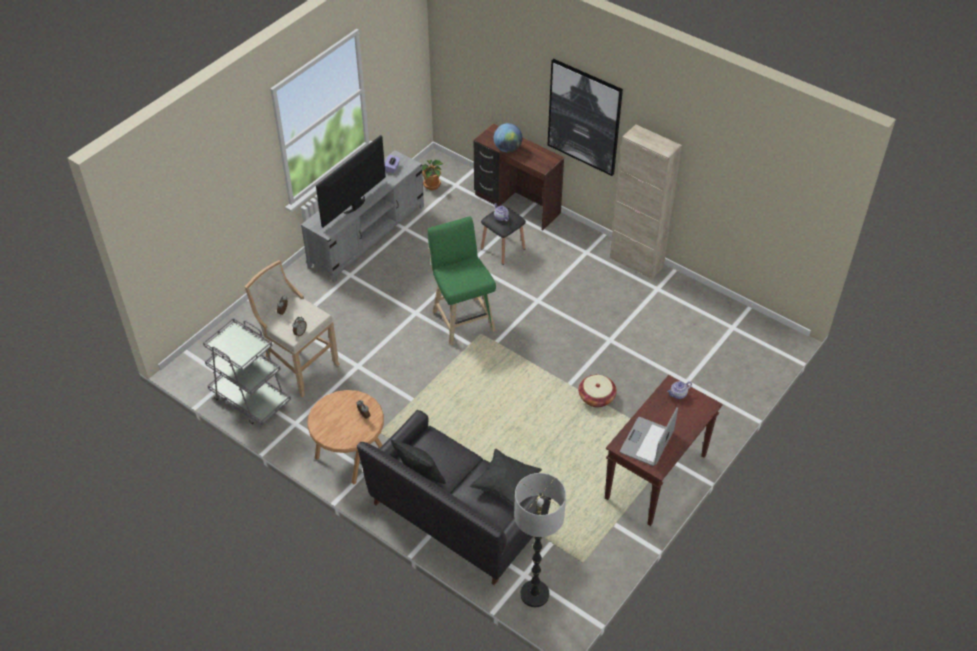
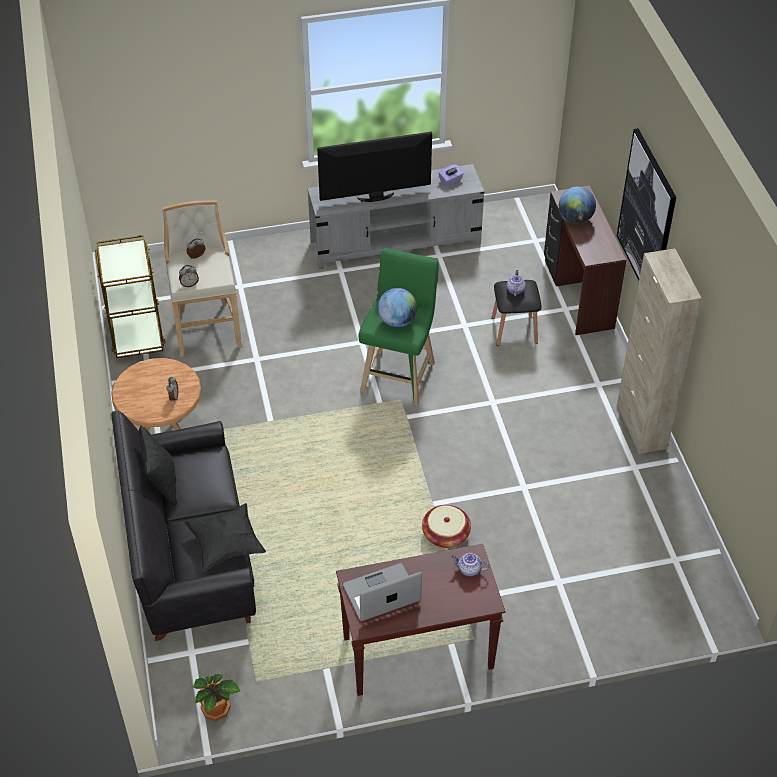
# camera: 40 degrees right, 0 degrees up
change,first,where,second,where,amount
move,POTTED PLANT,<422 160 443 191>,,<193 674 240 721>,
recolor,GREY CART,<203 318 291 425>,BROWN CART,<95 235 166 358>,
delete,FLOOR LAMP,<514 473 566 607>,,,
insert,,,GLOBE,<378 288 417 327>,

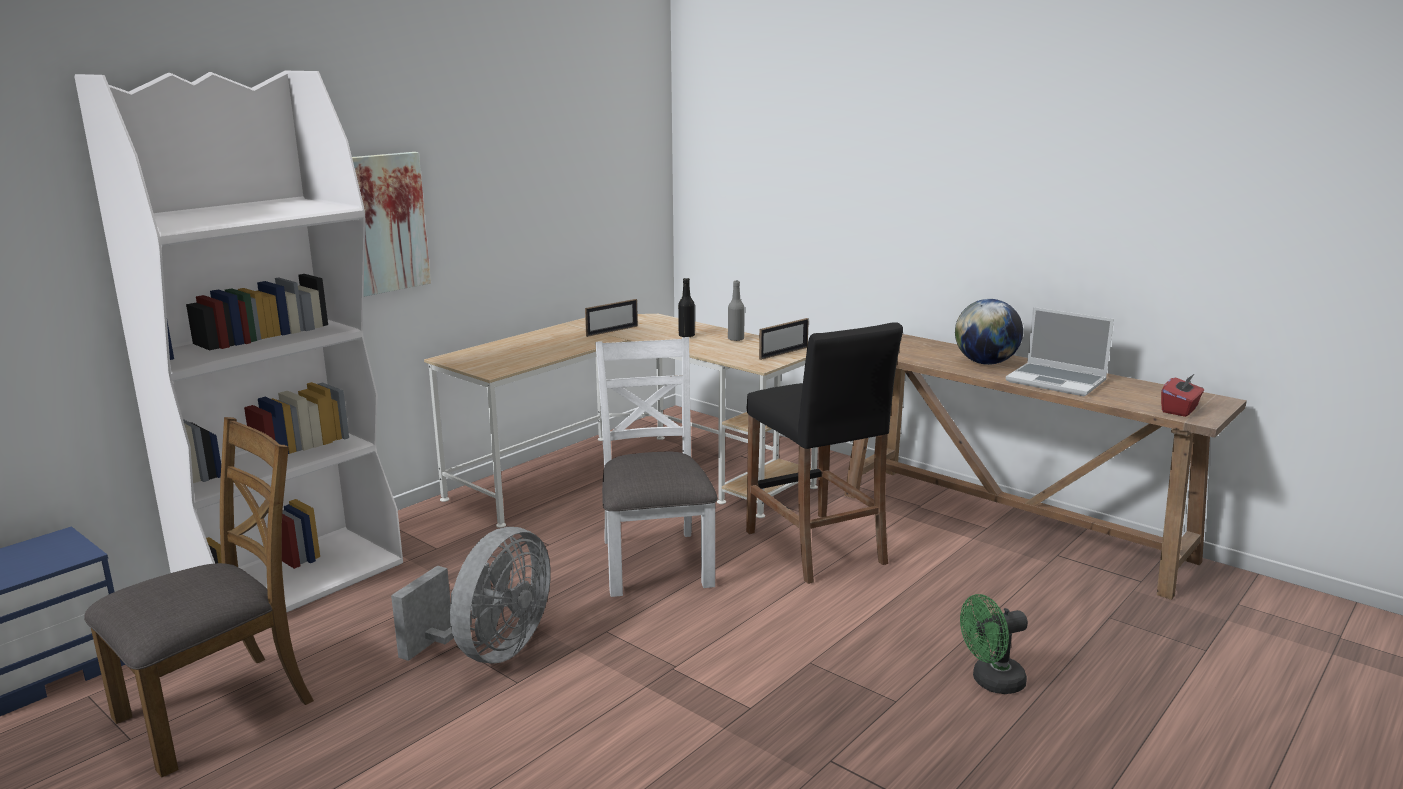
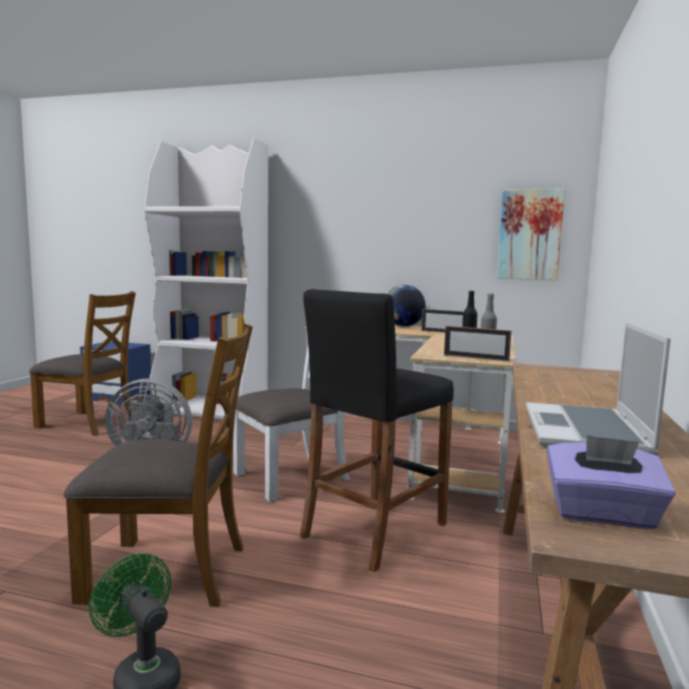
# camera: 65 degrees right, 10 degrees down
change,first,where,second,where,amount
move,PICTURE,<352 152 431 297>,,<497 189 565 280>,
move,GLOBE,<955 299 1023 365>,,<388 285 426 327>,
recolor,RED TISSUE BOX,<1161 374 1204 417>,PURPLE TISSUE BOX,<547 435 675 529>,
insert,,,BROWN CHAIR,<63 324 253 607>,

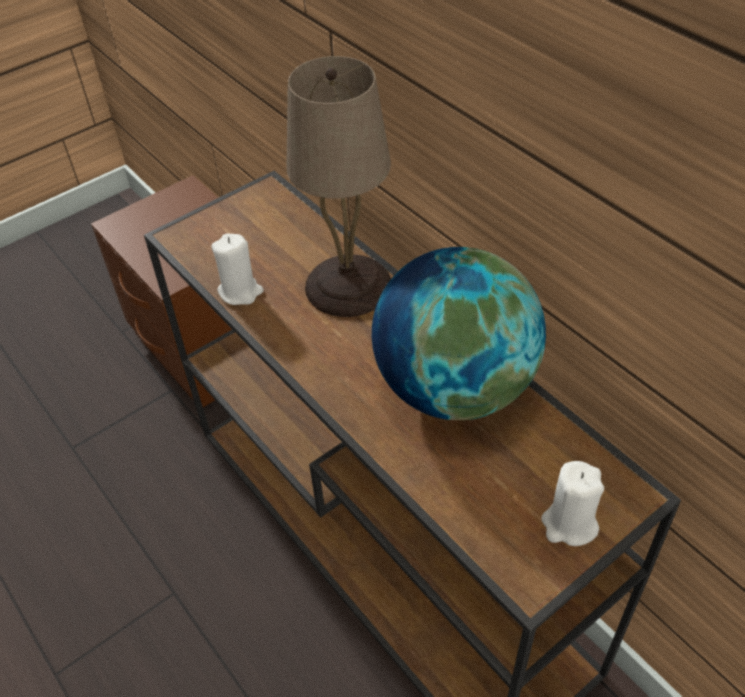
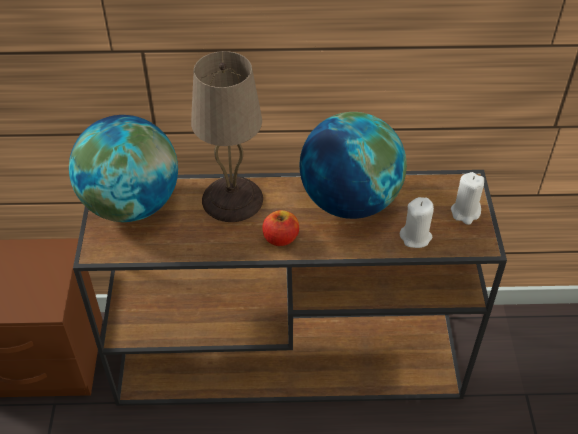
# camera: 55 degrees left, 0 degrees up
change,first,where,second,where,amount
move,WHITE CANDLE,<211 234 264 305>,,<400 197 434 248>,
insert,,,GLOBE,<69 115 178 222>,
insert,,,APPLE,<262 210 299 246>,

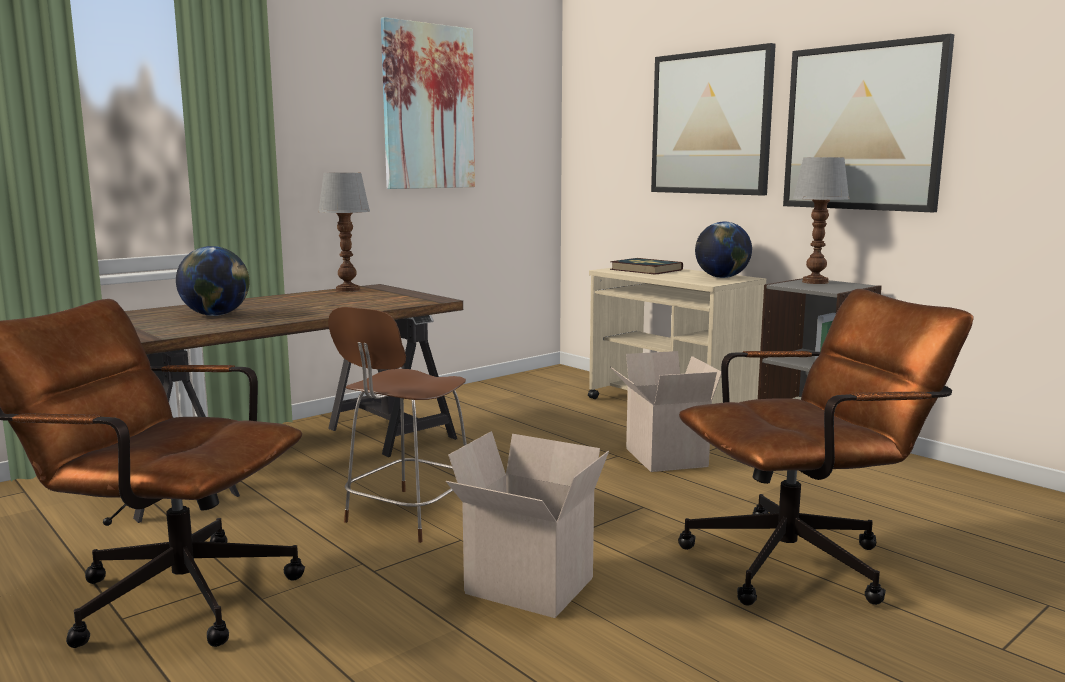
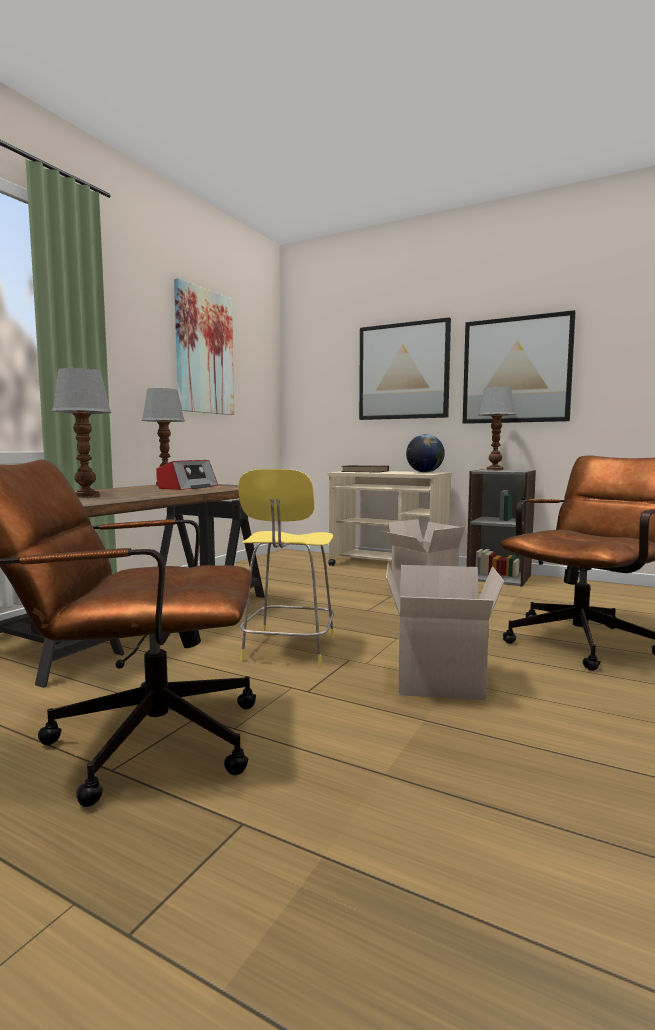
# camera: 20 degrees left, 5 degrees down
change,first,where,second,where,amount
replace,GLOBE,<176 246 249 316>,TABLE LAMP,<52 368 111 498>,
recolor,BROWN STOOL,<328 307 467 543>,YELLOW STOOL,<238 469 334 666>,
insert,,,RADIO,<157 460 218 490>,

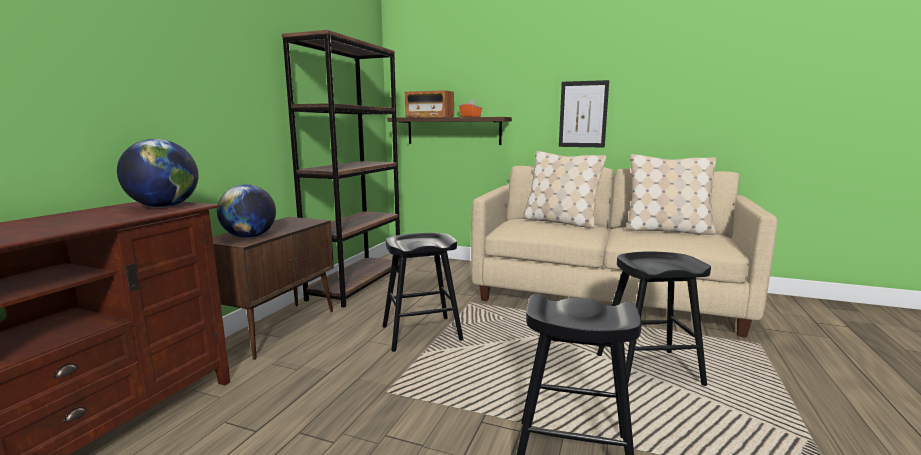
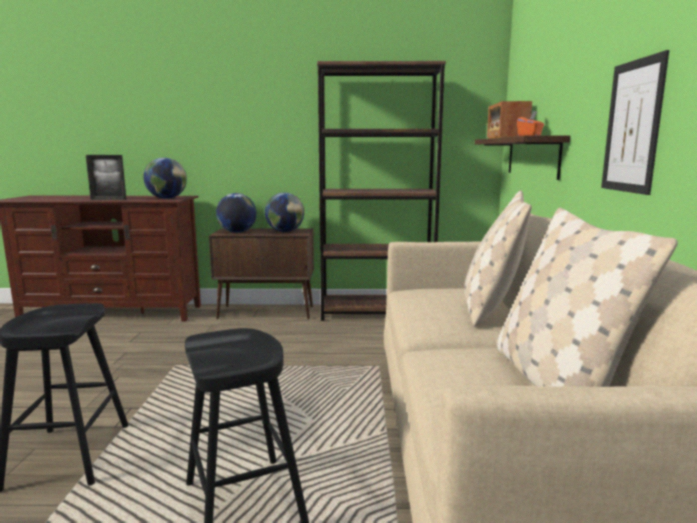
# camera: 70 degrees right, 0 degrees up
change,first,where,second,where,amount
delete,BLACK STOOL,<383 233 464 352>,,,
insert,,,PICTURE FRAME,<86 155 127 200>,
insert,,,GLOBE,<265 193 304 232>,

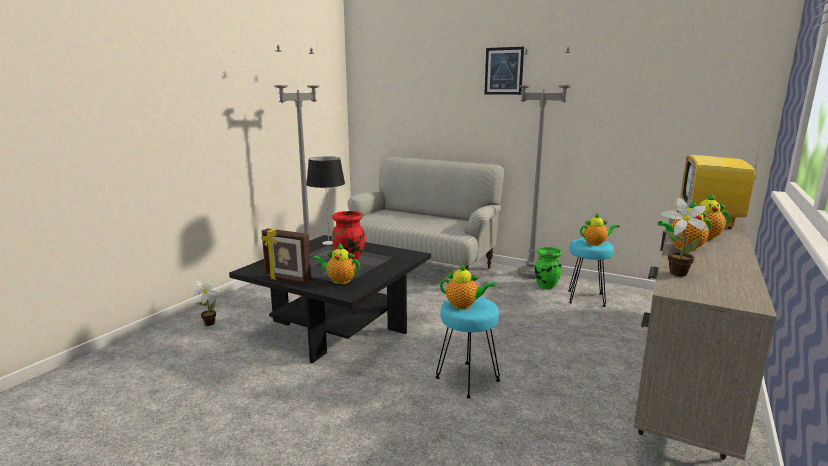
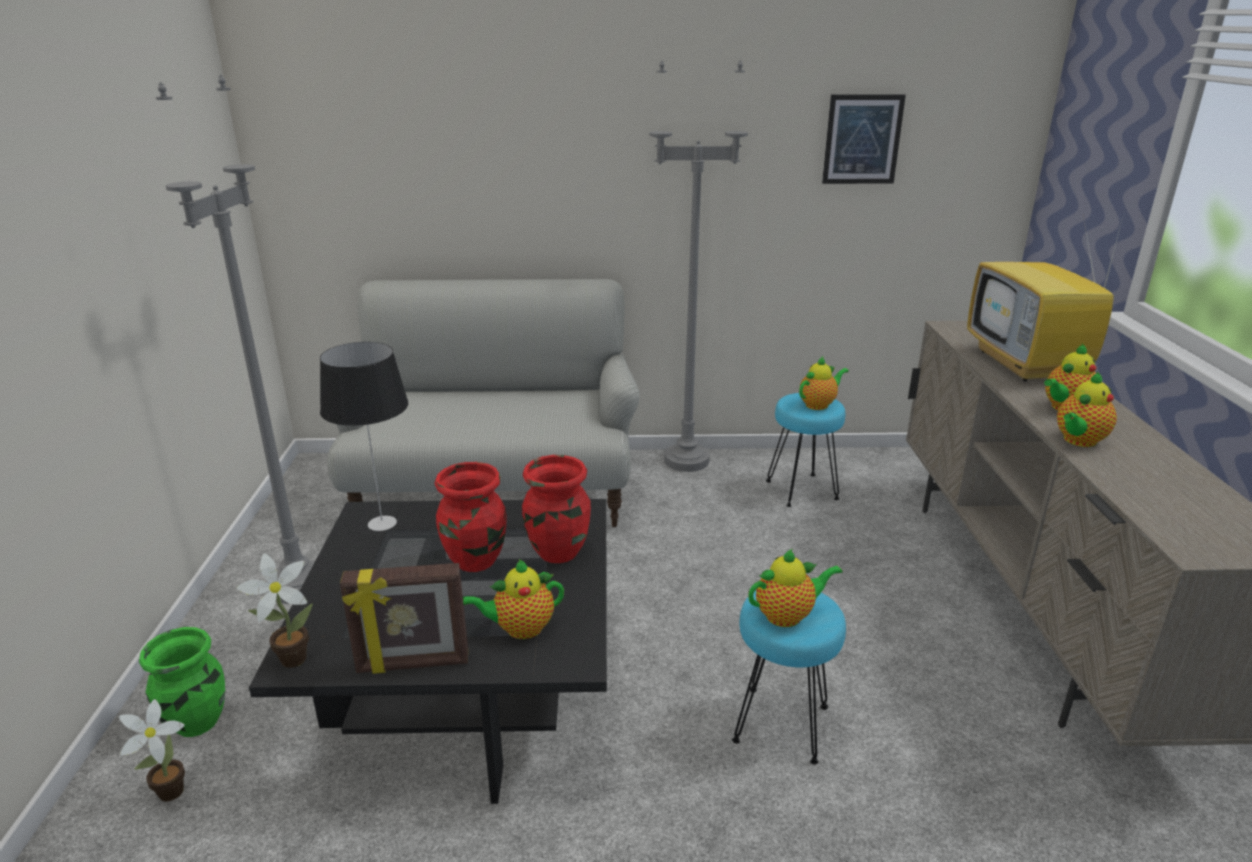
# camera: 30 degrees left, 10 degrees up
change,first,where,second,where,amount
move,PICTURE,<485 47 524 95>,,<822 94 906 184>,
move,POTTED PLANT,<661 198 708 277>,,<237 553 313 668>,
move,GREEN VASE,<534 247 562 289>,,<139 627 225 737>,
insert,,,RED VASE,<522 455 591 563>,

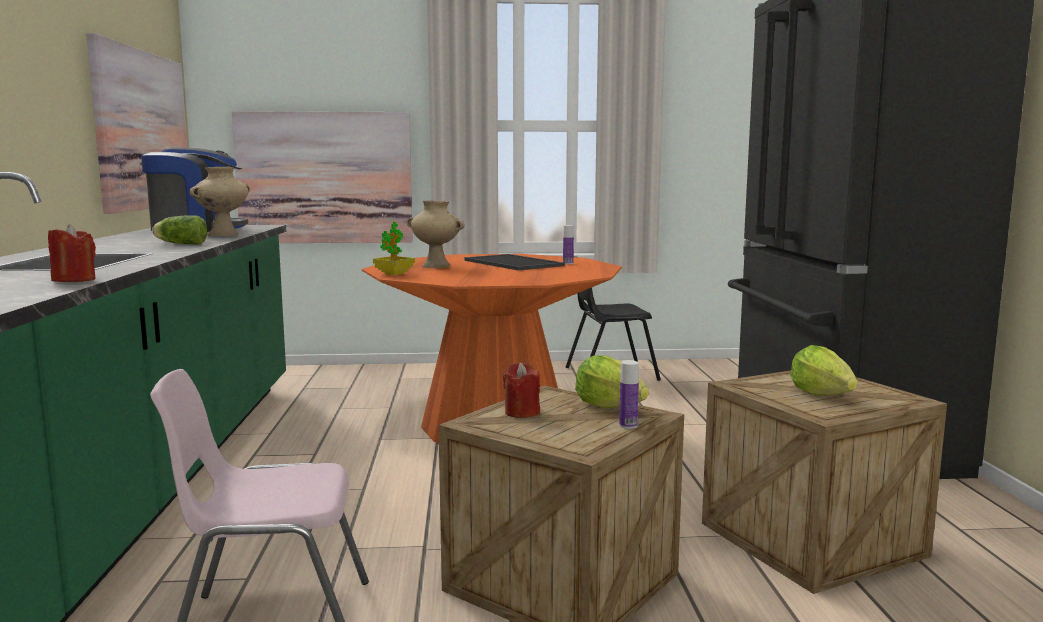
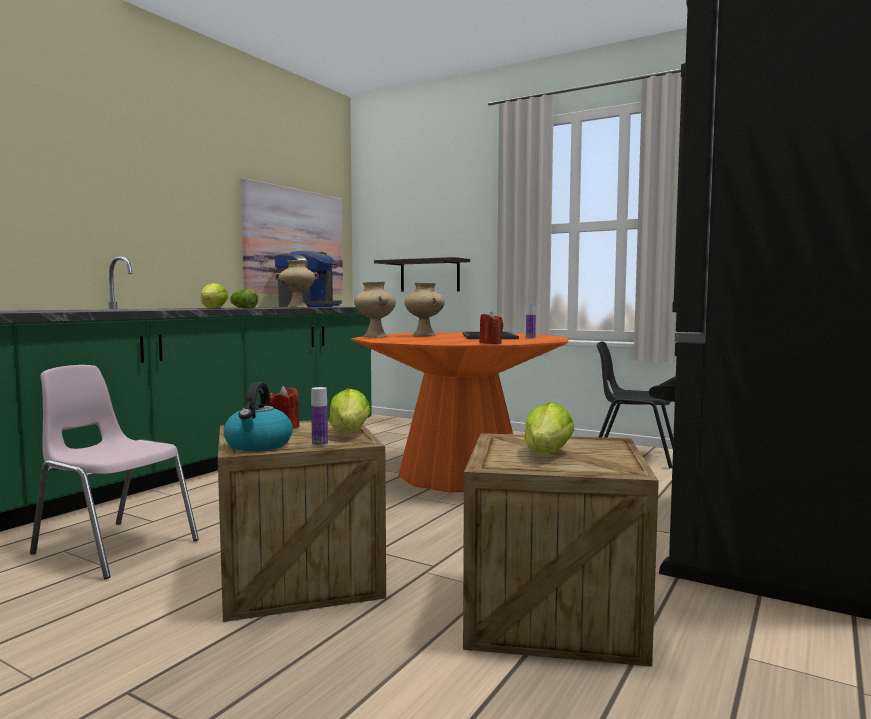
# camera: 35 degrees right, 5 degrees down
change,first,where,second,where,amount
replace,PICTURE,<232 111 413 243>,SHELF,<374 257 470 292>,
replace,POTTED PLANT,<373 222 415 275>,BEIGE VASE,<354 282 396 337>,
move,RED CANDLE,<48 224 96 282>,,<479 311 503 344>,
insert,,,LETTUCE,<201 283 228 308>,
insert,,,KETTLE,<223 382 293 451>,

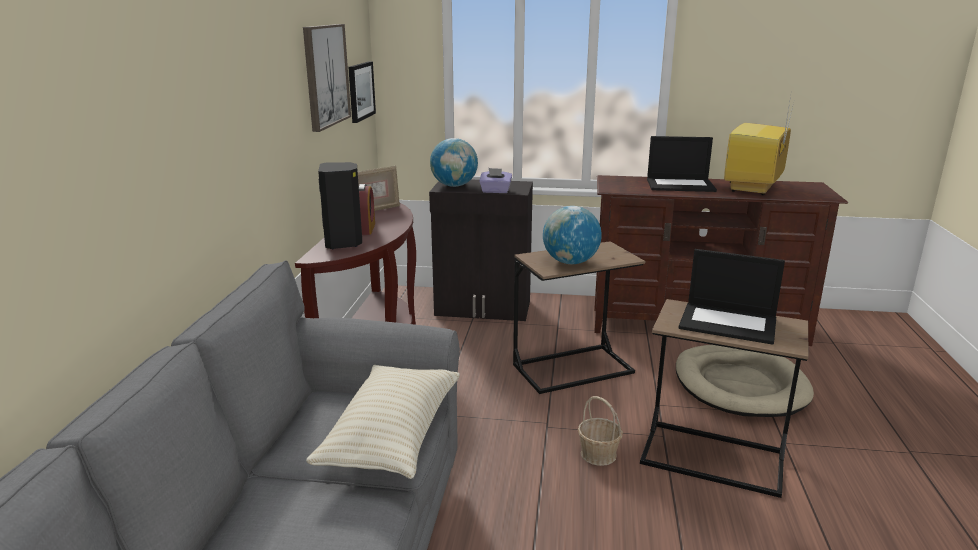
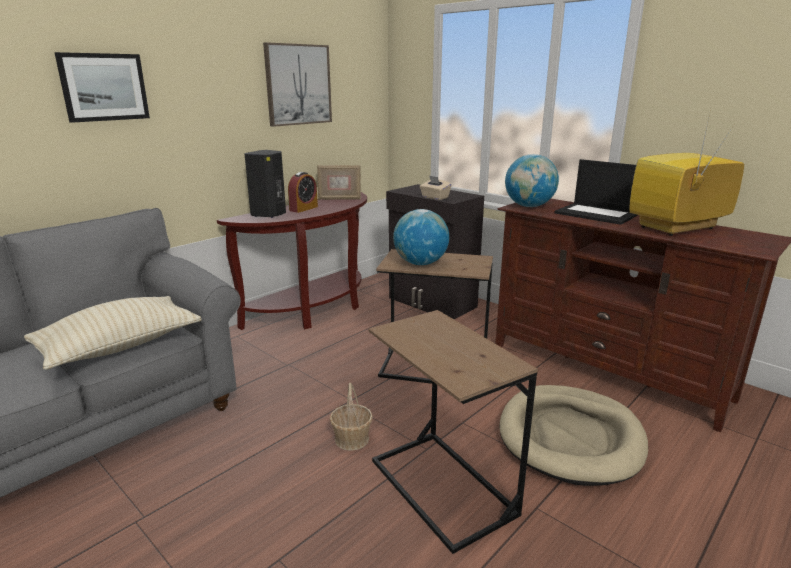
# camera: 35 degrees right, 0 degrees up
change,first,where,second,where,amount
move,PICTURE,<348 61 376 123>,,<54 52 150 123>,
move,GLOBE,<430 138 478 187>,,<505 154 559 207>,
recolor,PURPLE TISSUE BOX,<479 168 512 193>,BEIGE TISSUE BOX,<420 175 451 200>,
delete,LAPTOP,<679 249 785 345>,,,

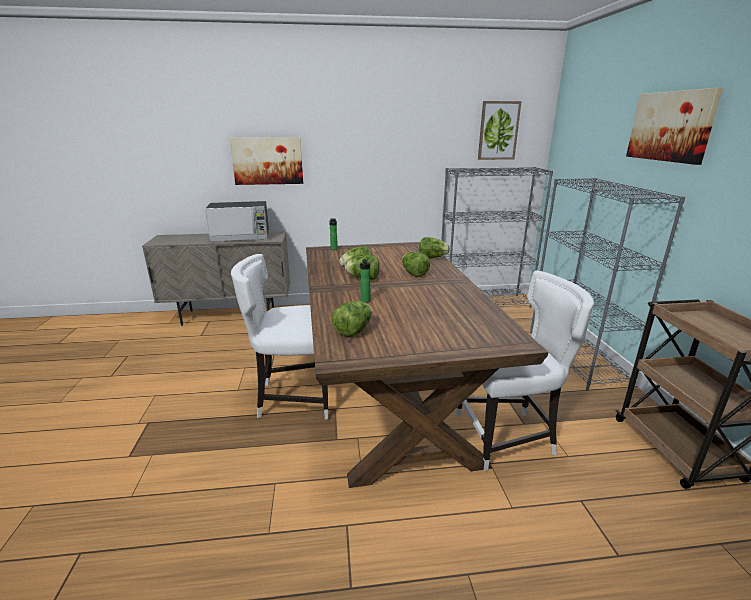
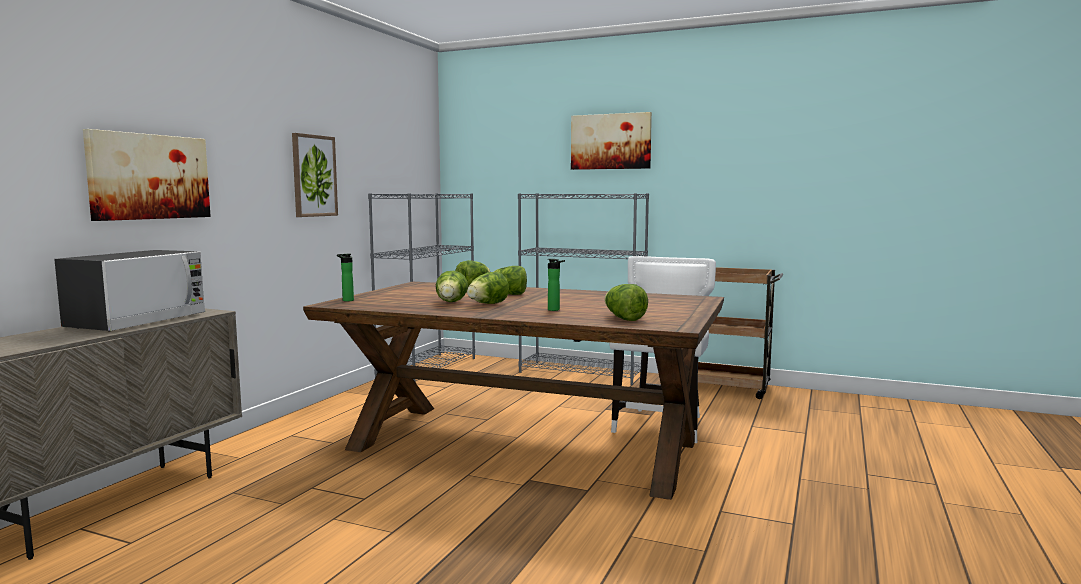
# camera: 60 degrees left, 15 degrees down
change,first,where,second,where,amount
move,PICTURE,<478 101 522 160>,,<292 133 338 217>,
delete,WHITE CHAIR,<231 254 328 419>,,,

